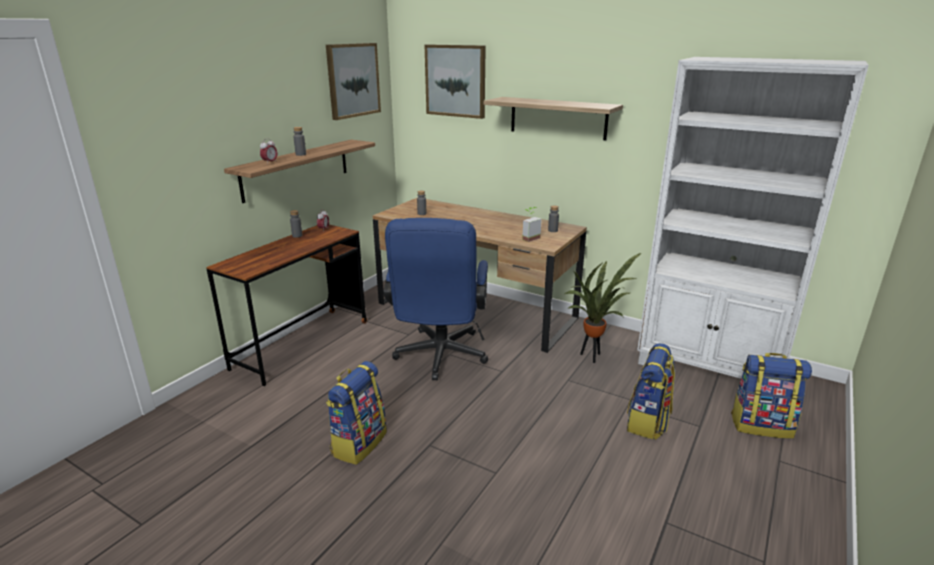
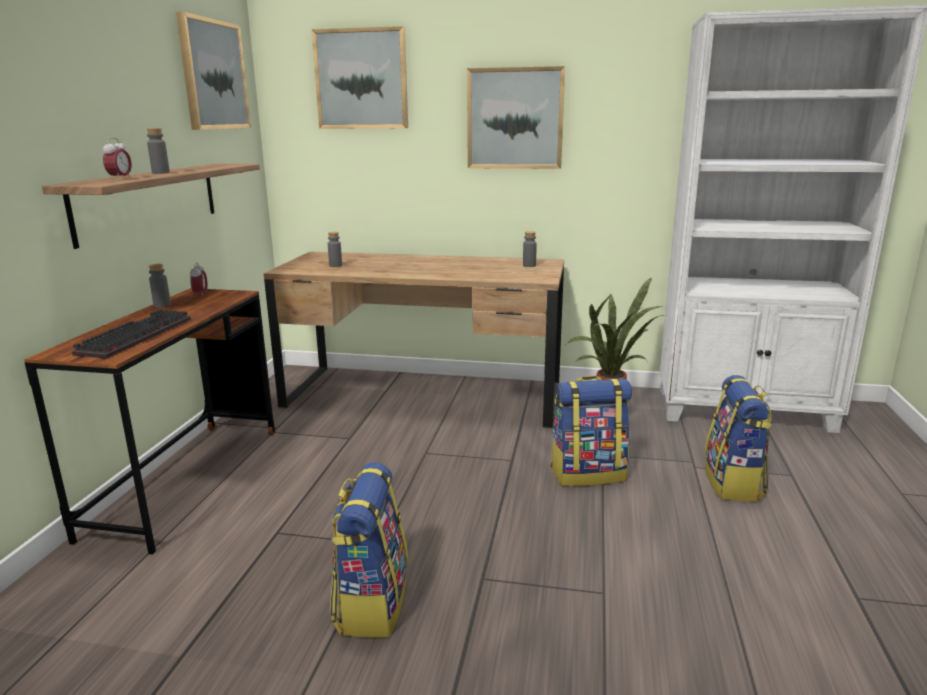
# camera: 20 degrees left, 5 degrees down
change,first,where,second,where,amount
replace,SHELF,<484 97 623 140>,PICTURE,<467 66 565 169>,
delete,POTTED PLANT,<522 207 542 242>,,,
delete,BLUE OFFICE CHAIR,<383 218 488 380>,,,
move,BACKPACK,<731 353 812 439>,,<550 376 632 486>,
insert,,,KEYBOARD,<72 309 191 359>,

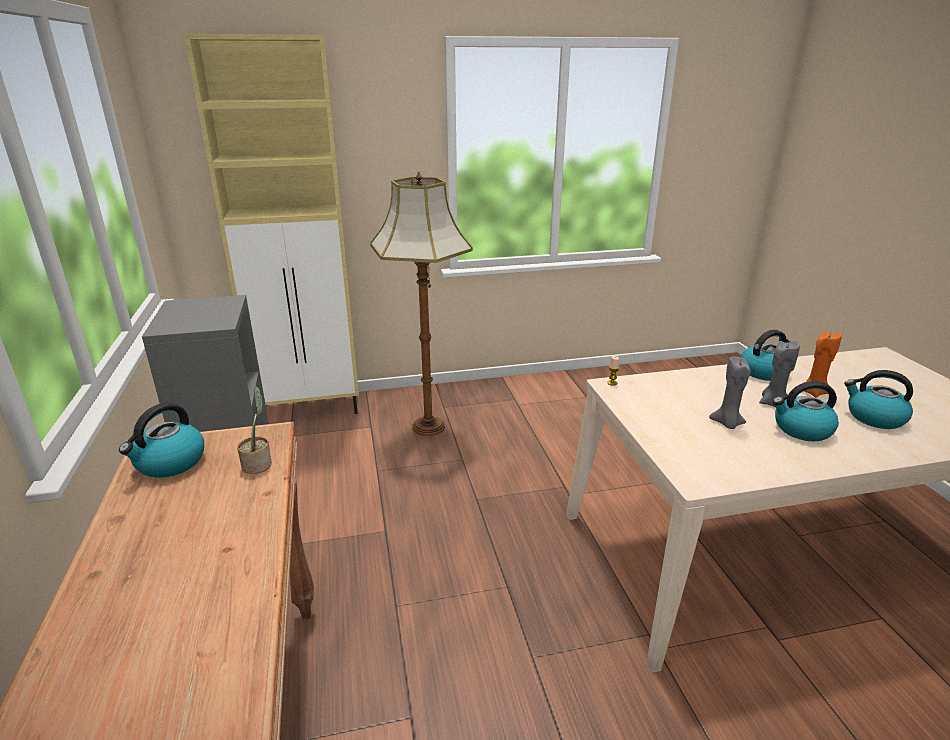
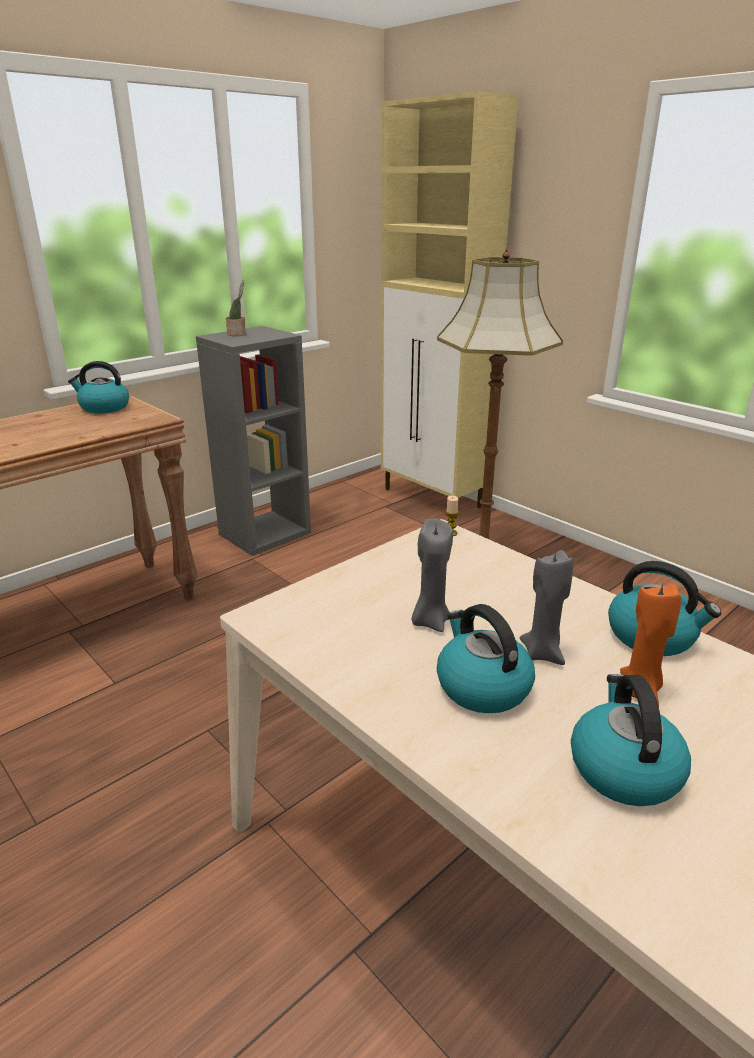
# camera: 60 degrees right, 0 degrees up
change,first,where,second,where,amount
move,POTTED PLANT,<237 387 272 474>,,<226 280 246 336>,

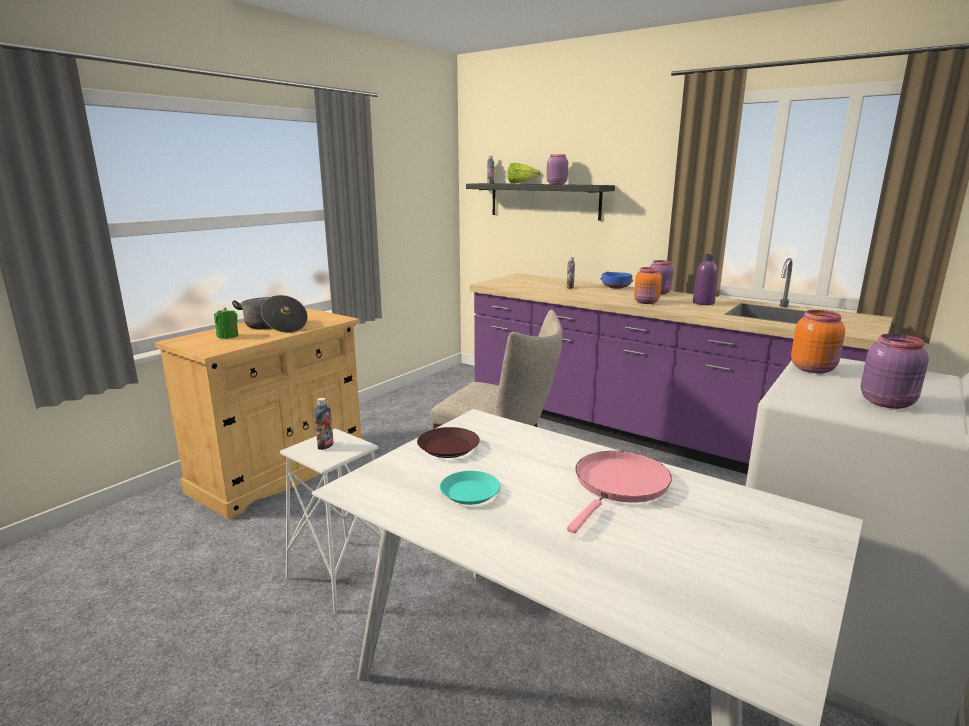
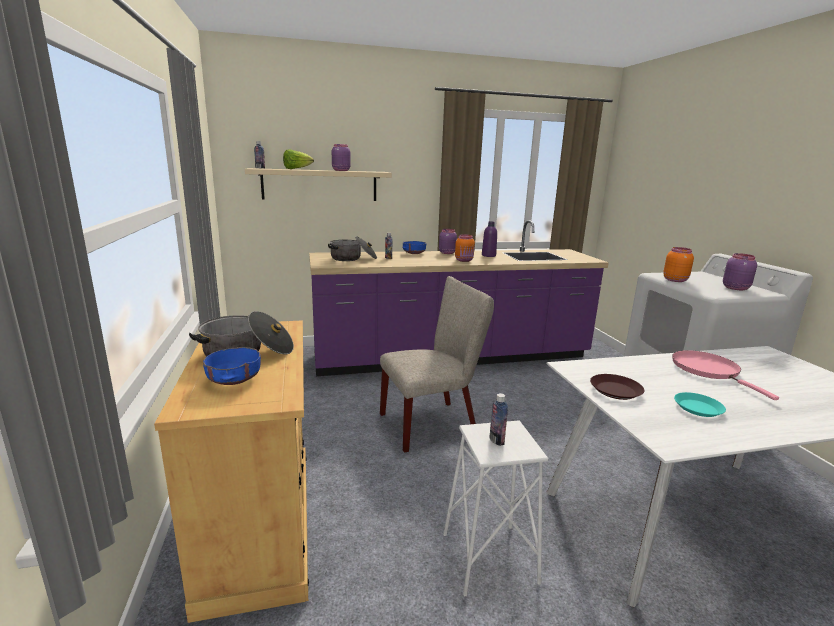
# camera: 50 degrees left, 0 degrees up
change,first,where,second,where,amount
recolor,BLACK SHELF,<466 183 615 221>,BEIGE SHELF,<245 168 392 201>,
replace,GREEN CANDLE,<214 307 239 339>,BLUE BOWL,<203 347 261 385>,
insert,,,COOKING POT,<328 236 377 261>,

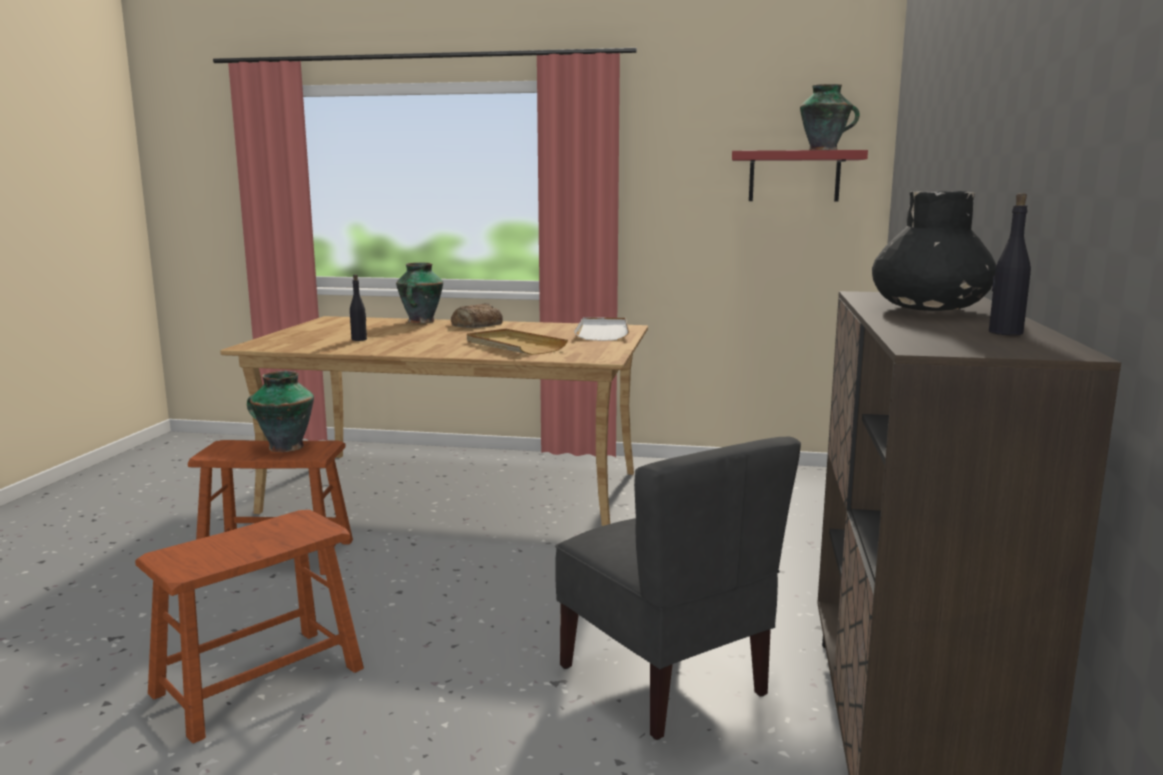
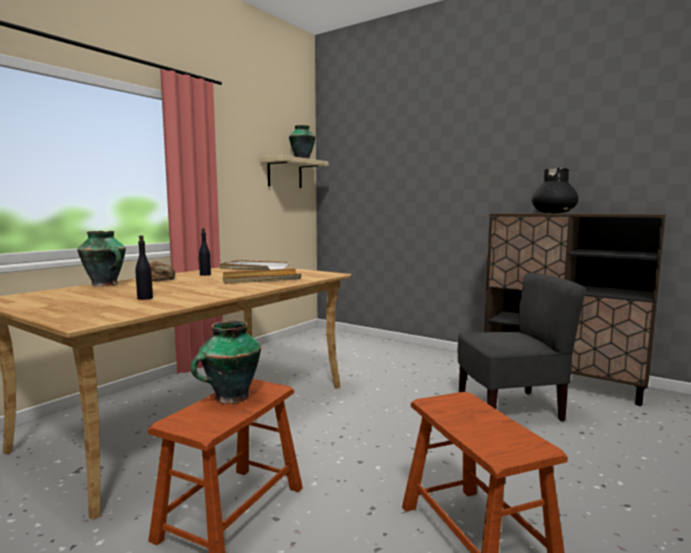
# camera: 65 degrees left, 5 degrees down
change,first,where,second,where,amount
recolor,RED SHELF,<732 150 868 201>,BEIGE SHELF,<260 155 329 188>,
move,BLACK BOTTLE,<989 193 1031 335>,,<199 228 211 276>,

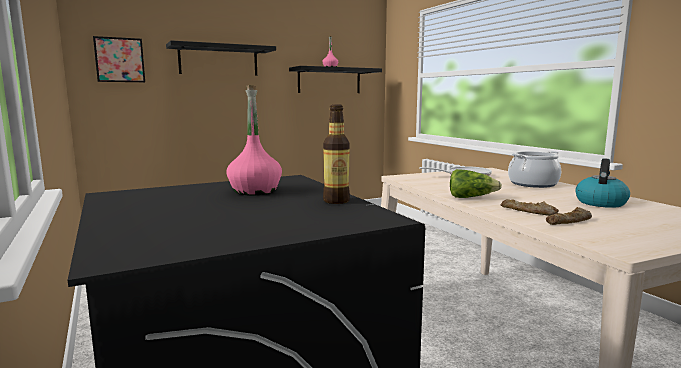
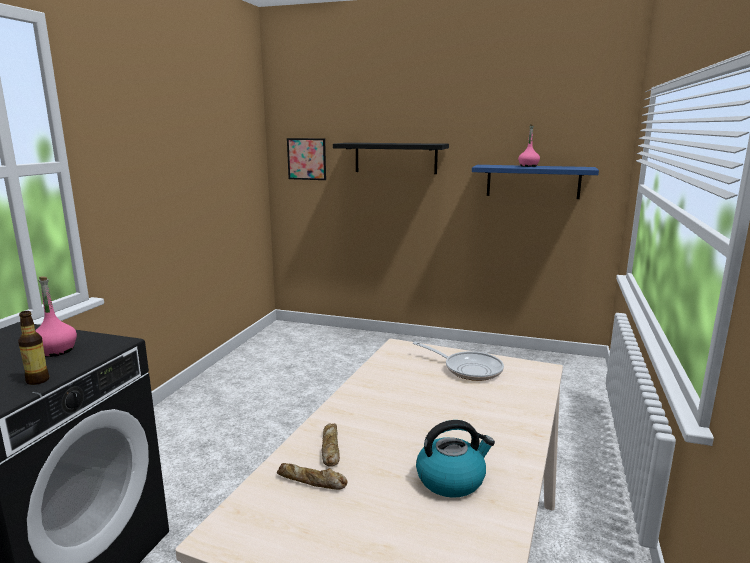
# camera: 45 degrees right, 5 degrees up
change,first,where,second,where,amount
recolor,BLACK SHELF,<289 66 382 93>,BLUE SHELF,<472 165 599 199>,
delete,COOKING POT,<508 151 561 188>,,,
delete,LETTUCE,<450 169 502 198>,,,

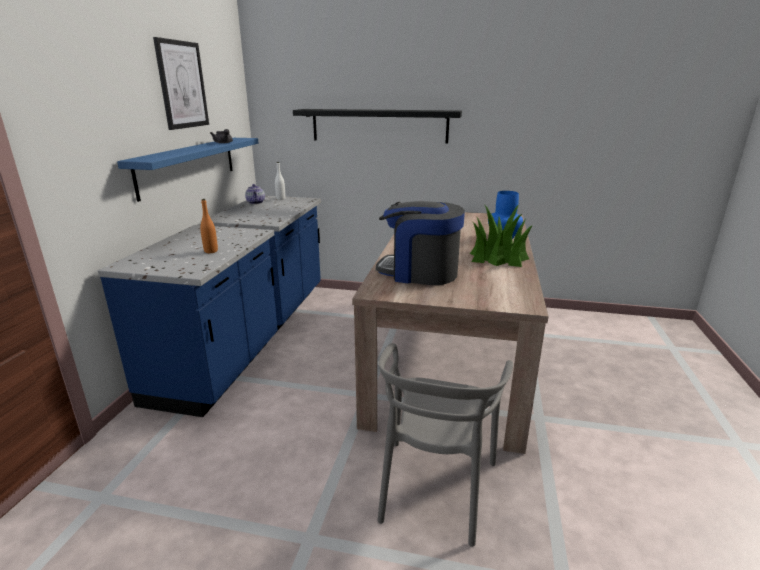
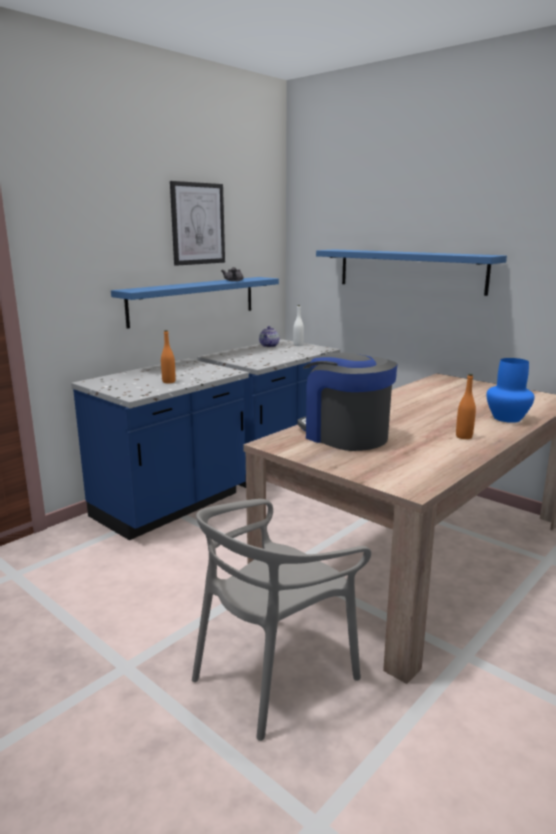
# camera: 30 degrees right, 5 degrees down
change,first,where,second,where,amount
recolor,BLACK SHELF,<293 109 462 144>,BLUE SHELF,<316 249 507 296>,
replace,POTTED PLANT,<470 204 533 267>,ORANGE BOTTLE,<456 374 476 439>,

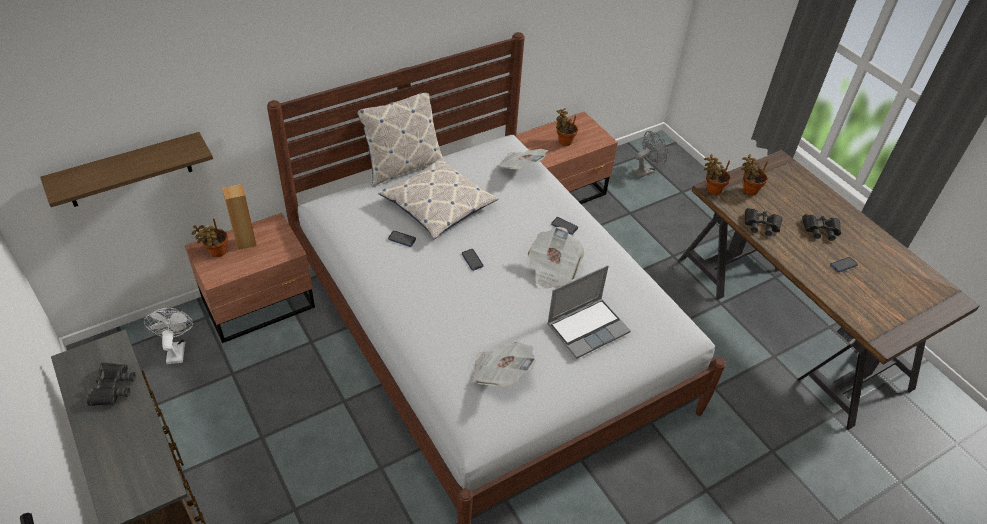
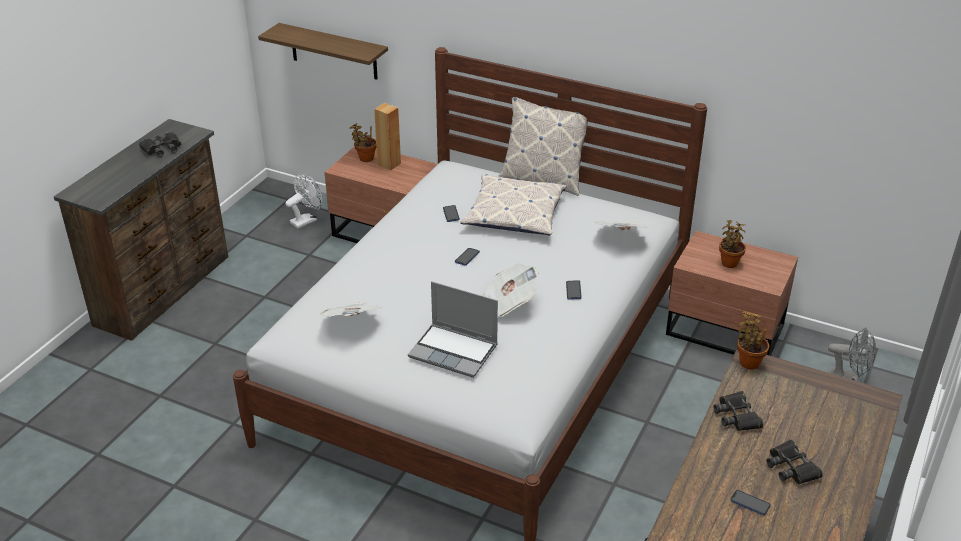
# camera: 60 degrees right, 10 degrees down
change,first,where,second,where,amount
delete,POTTED PLANT,<741 154 768 196>,,,

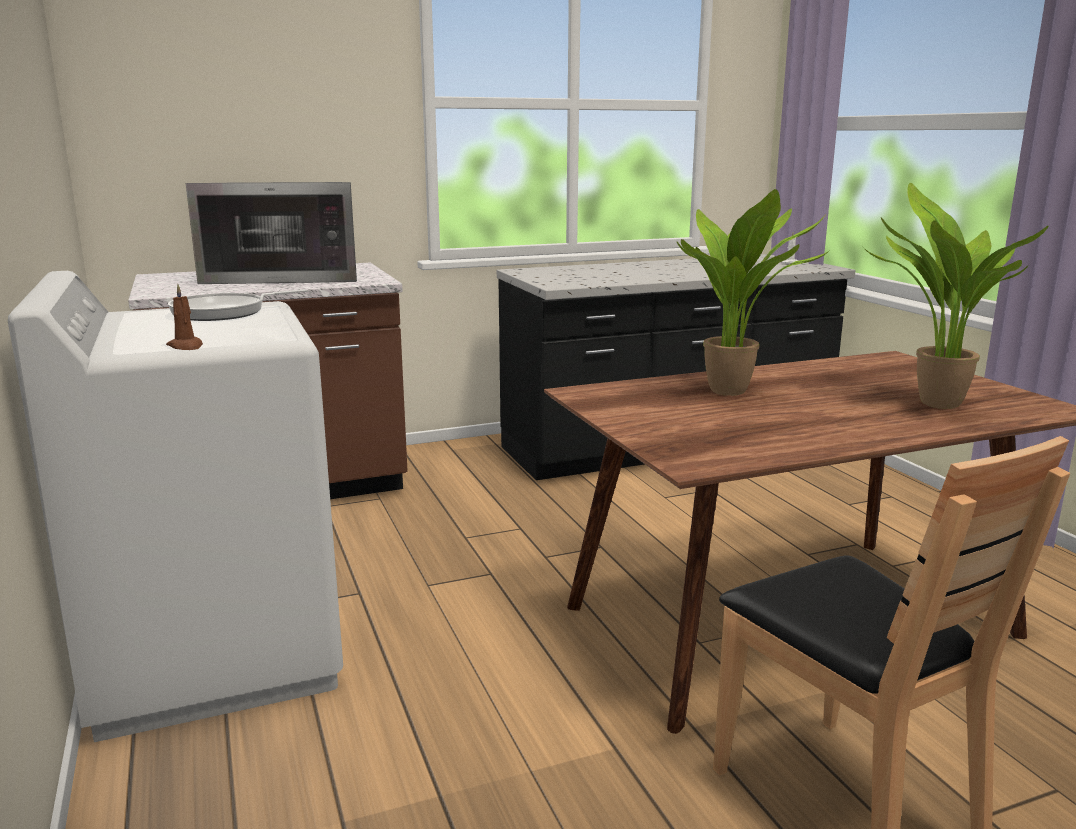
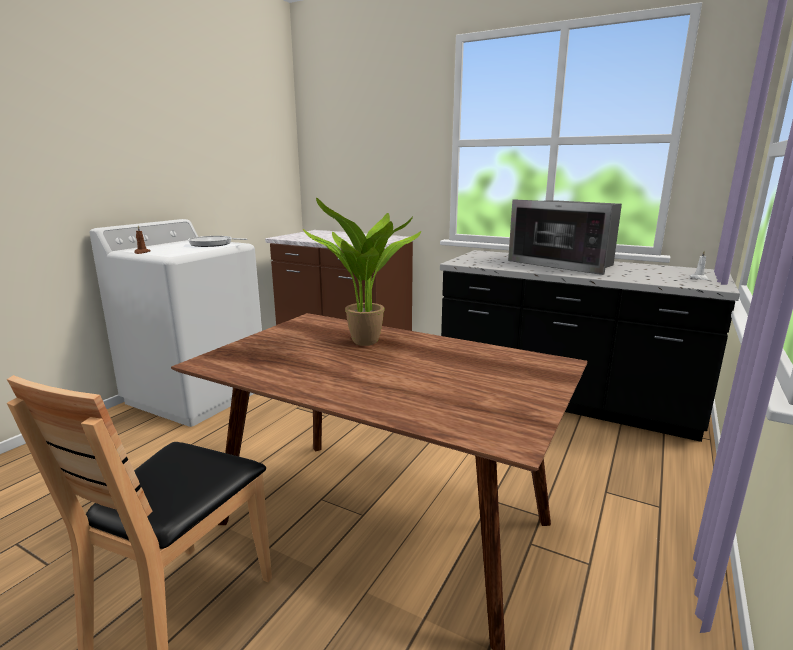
# camera: 50 degrees right, 0 degrees up
change,first,where,second,where,amount
move,MICROWAVE,<186 182 357 284>,,<508 199 622 275>,
delete,POTTED PLANT,<862 183 1048 409>,,,

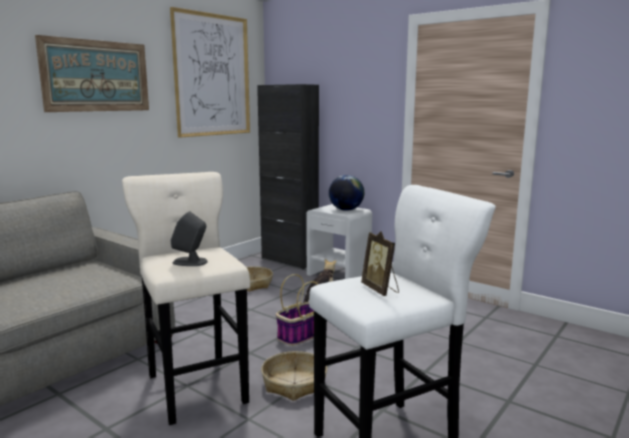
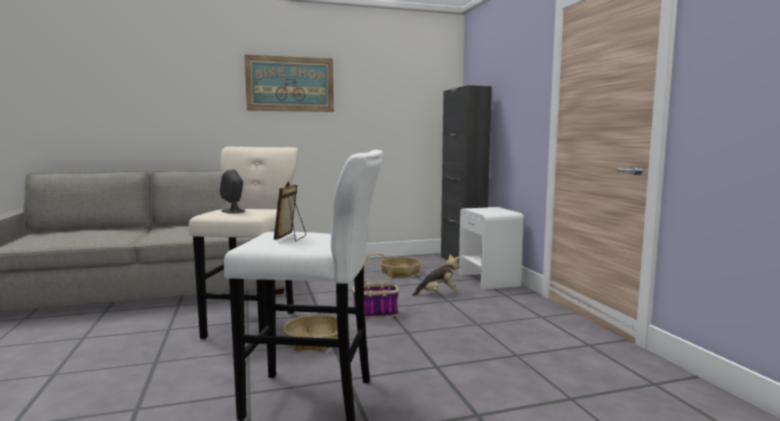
# camera: 35 degrees right, 5 degrees down
change,first,where,second,where,amount
delete,PICTURE,<170 7 250 138>,,,
delete,GLOBE,<329 175 364 211>,,,

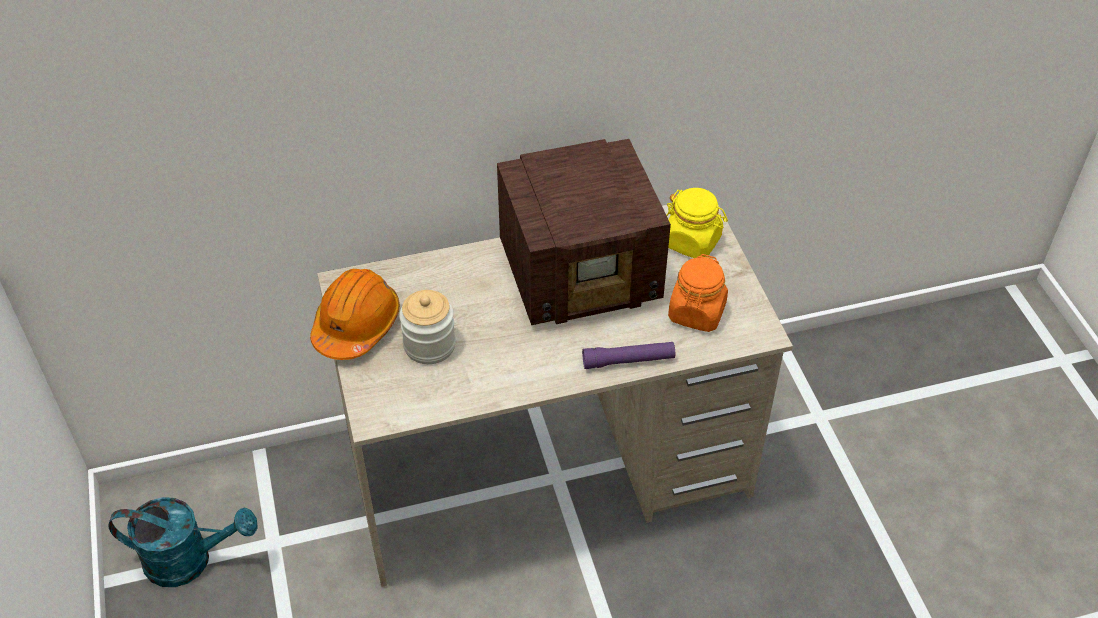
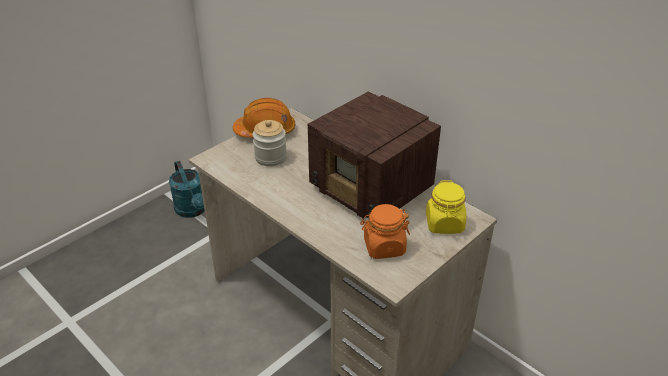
# camera: 60 degrees right, 10 degrees down
change,first,where,second,where,amount
delete,PURPLE FLASHLIGHT,<582 342 675 369>,,,

